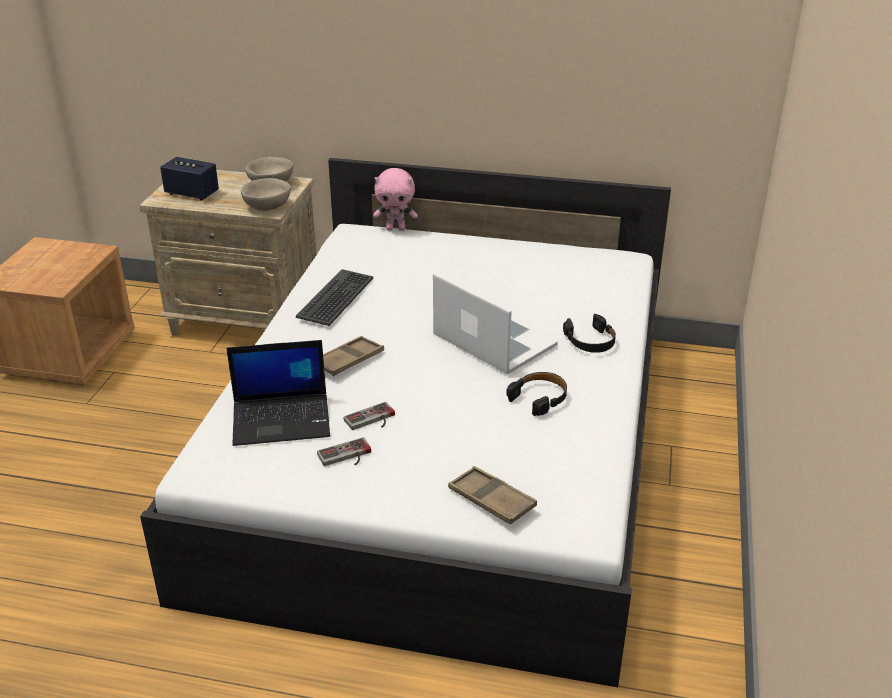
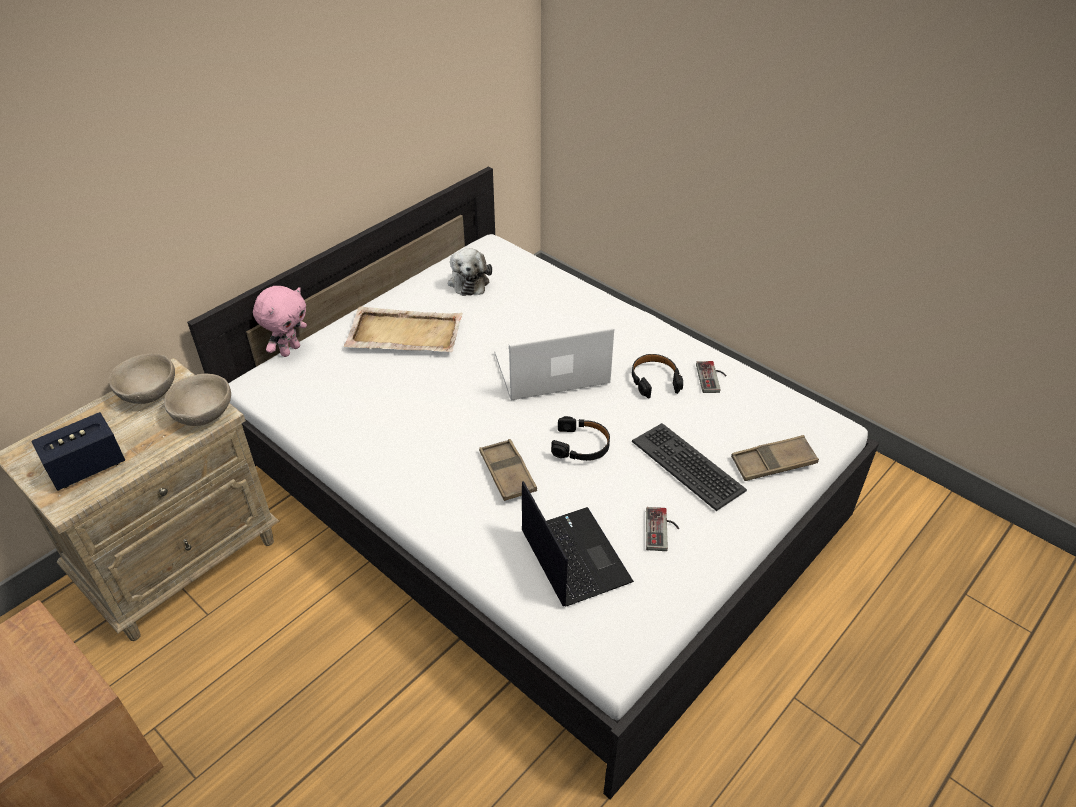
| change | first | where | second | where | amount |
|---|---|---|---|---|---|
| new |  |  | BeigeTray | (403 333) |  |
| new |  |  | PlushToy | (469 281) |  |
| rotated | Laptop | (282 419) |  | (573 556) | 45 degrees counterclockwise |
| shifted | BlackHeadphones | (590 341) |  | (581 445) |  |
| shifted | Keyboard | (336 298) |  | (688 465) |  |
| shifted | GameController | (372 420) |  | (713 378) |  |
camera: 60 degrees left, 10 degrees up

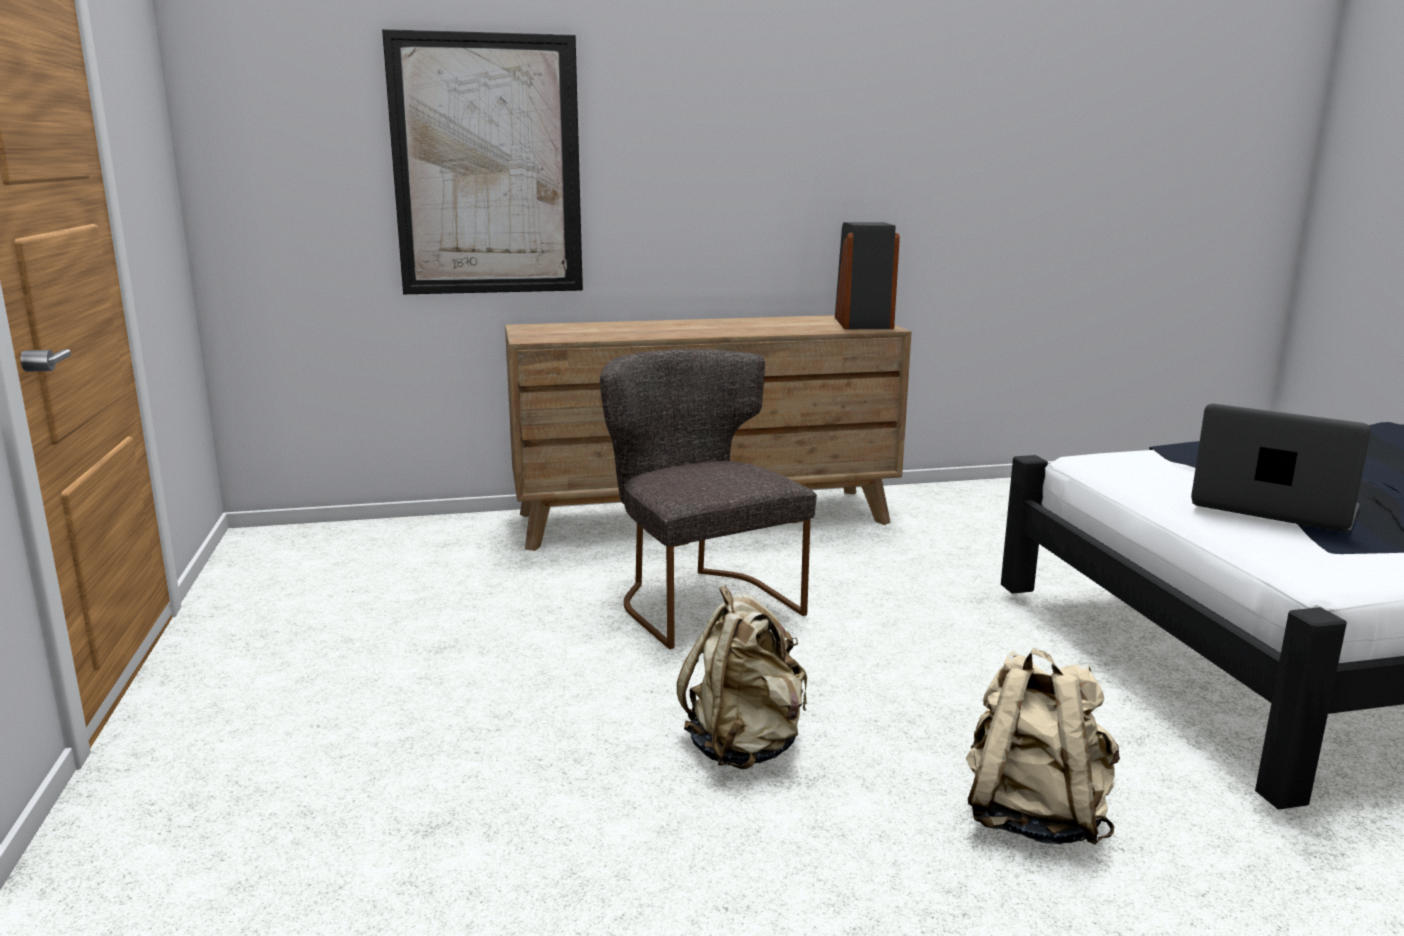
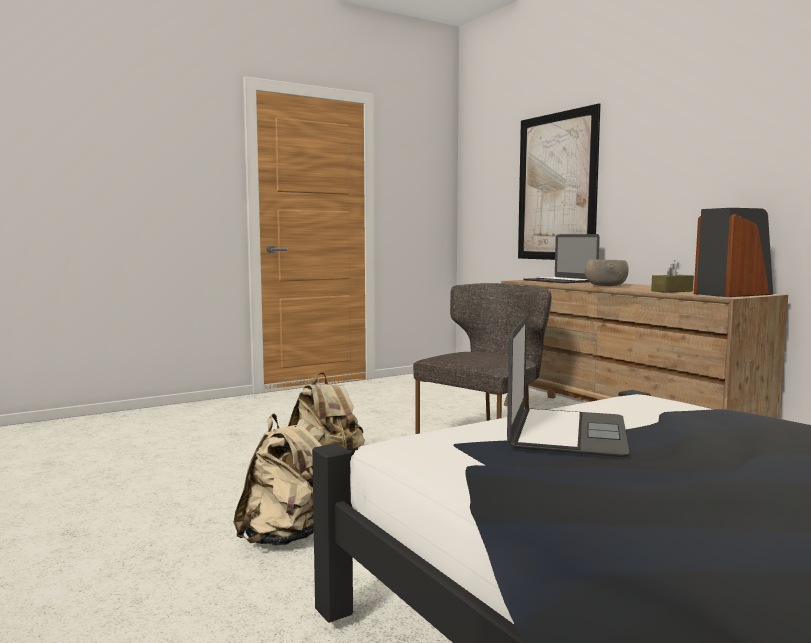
| change | first | where | second | where | amount |
|---|---|---|---|---|---|
| new |  |  | Laptop | (559 281) |  |
| new |  |  | GreyBowl | (605 286) |  |
| new |  |  | BrownTissueBox | (672 291) |  |
camera: 70 degrees right, 10 degrees down

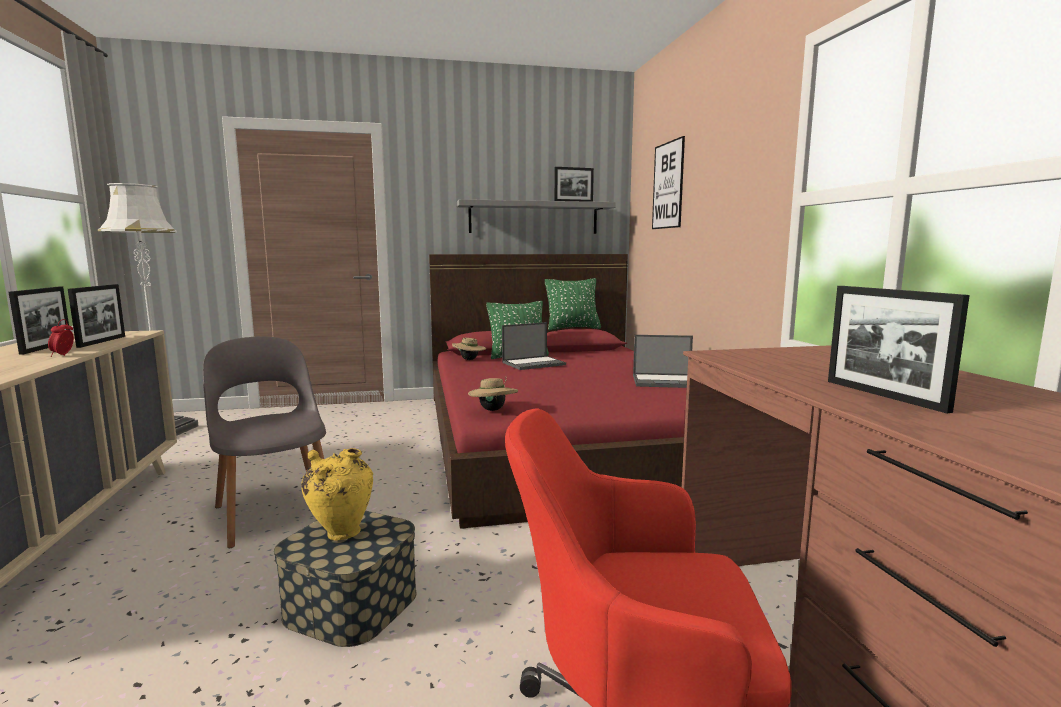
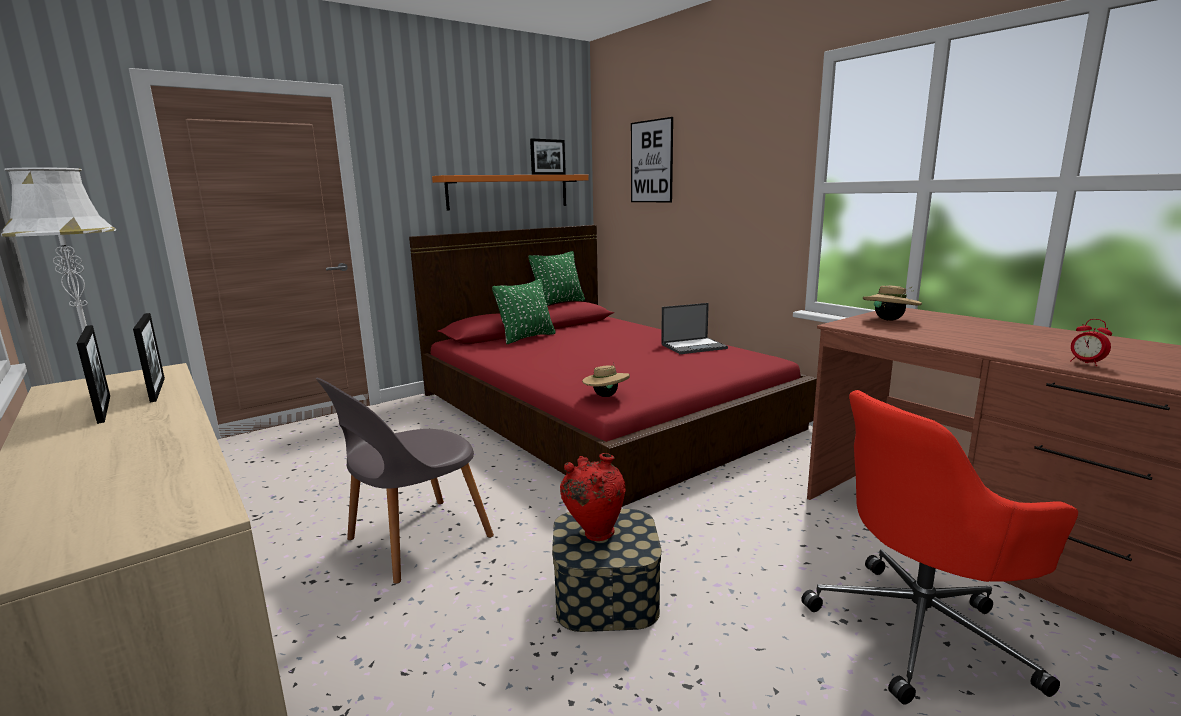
| change | first | where | second | where | amount |
|---|---|---|---|---|---|
| rotated | GreyChair | (275 511) |  | (414 540) | 75 degrees counterclockwise |
| repainted | GreyShelf | (533 218) | OrangeShelf | (509 191) |  |
| repainted | YellowVase | (341 532) | RedVase | (594 533) |  |
| shifted | BeigeHat | (469 360) |  | (889 320) |  |
| shifted | AlarmClock | (63 355) |  | (1086 363) |  |
| gone | Laptop | (534 363) |  |  |  |
| gone | PictureFrame | (883 395) |  |  |  |
camera: 25 degrees left, 5 degrees up

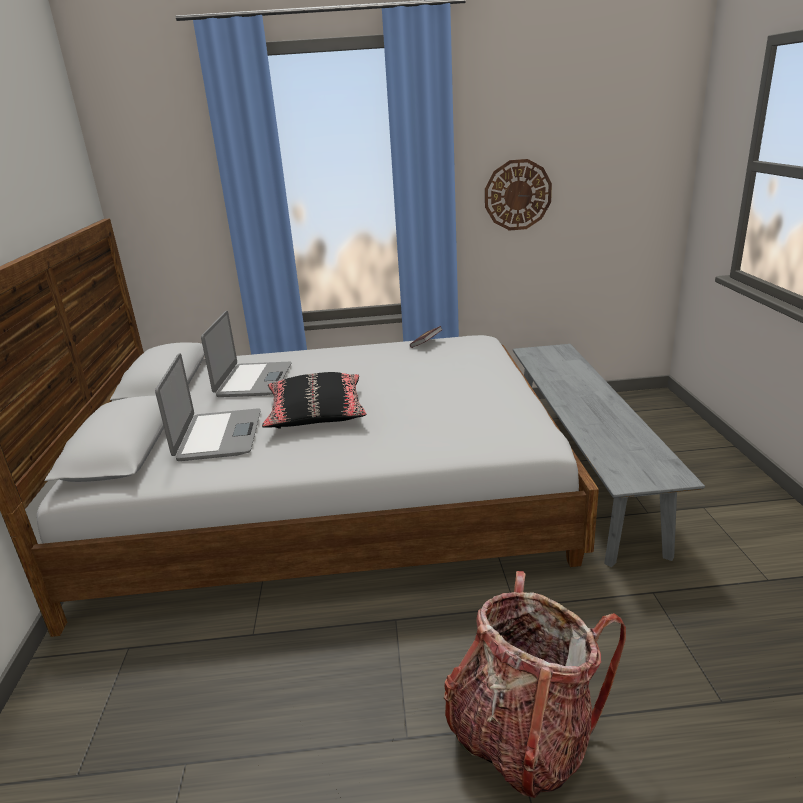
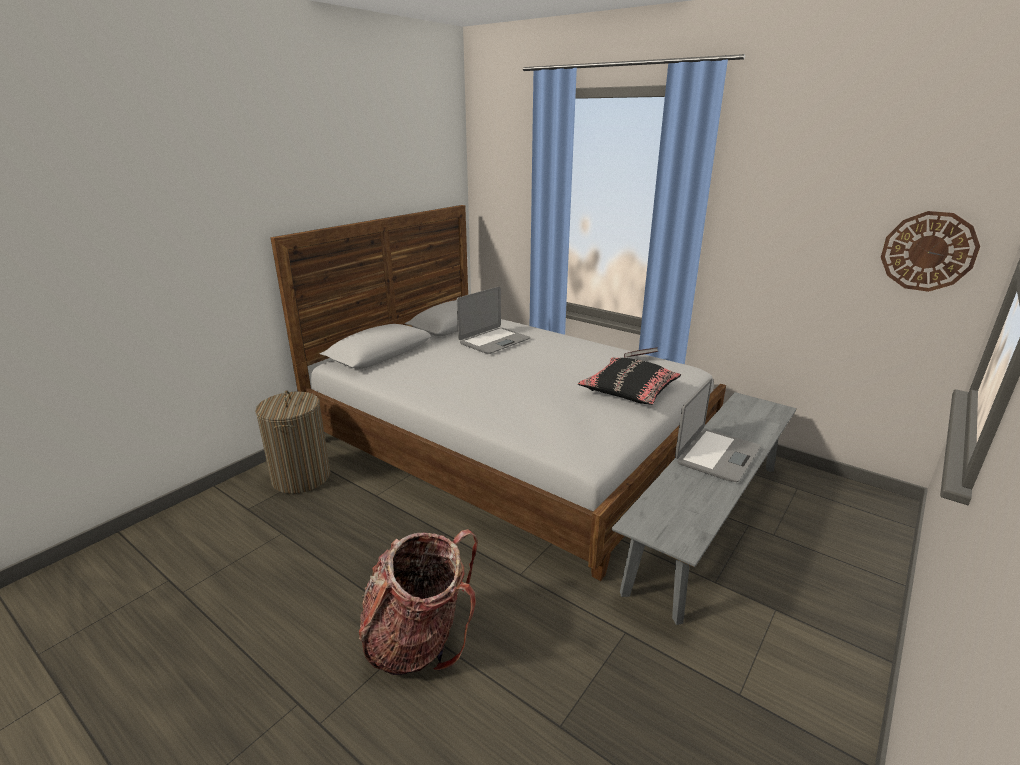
| change | first | where | second | where | amount |
|---|---|---|---|---|---|
| new |  |  | LaundryBasket | (301 477) |  |
| shifted | BlackPillow | (316 413) |  | (629 390) |  |
| shifted | Laptop | (218 436) |  | (716 455) |  |
| shifted | WallClock | (517 195) |  | (928 251) |  |
camera: 40 degrees right, 0 degrees up

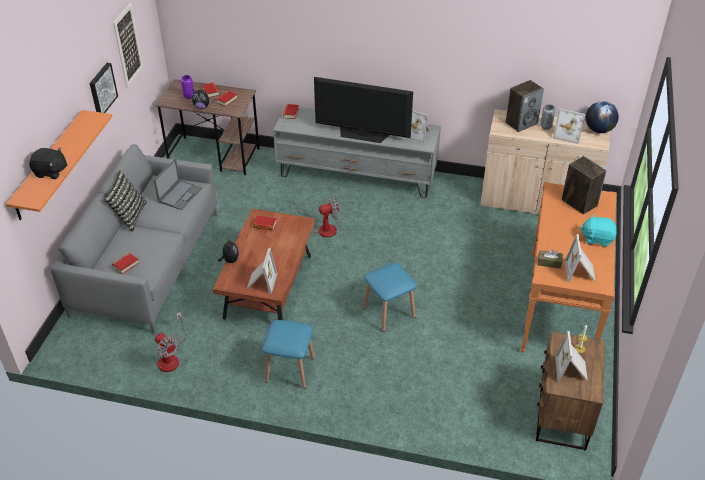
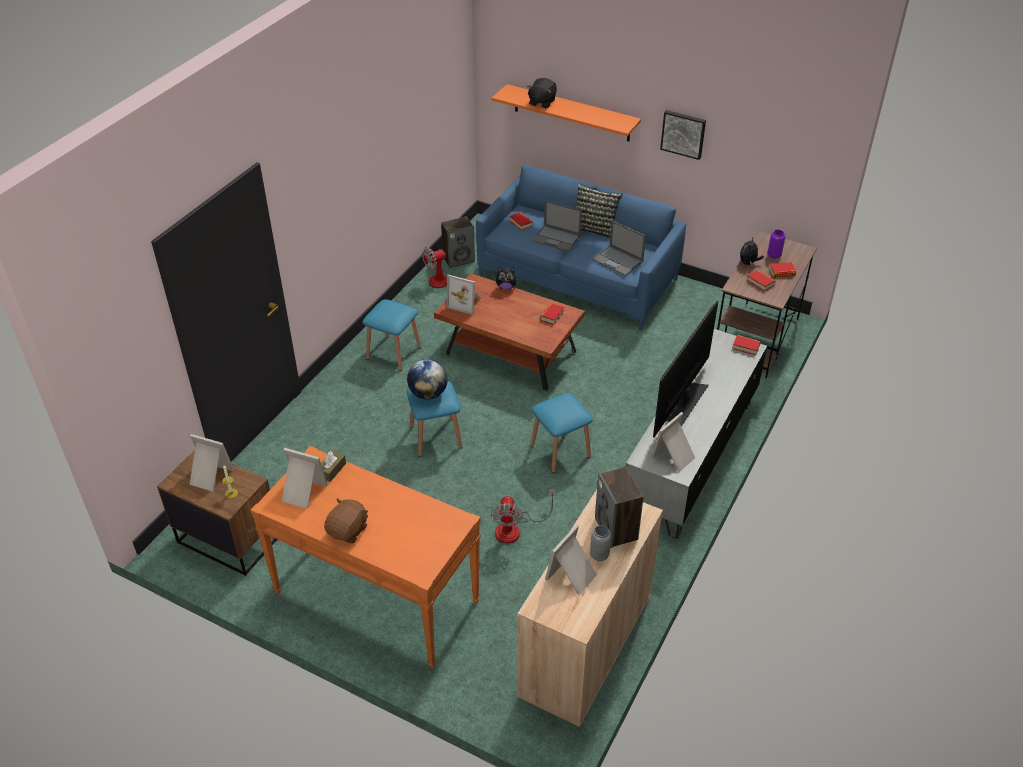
| change | first | where | second | where | amount |
|---|---|---|---|---|---|
| repainted | TurquoisePlushToy | (597 238) | BrownPlushToy | (348 530) |  |
| shifted | Globe | (598 130) |  | (428 394) |  |
| shifted | Speaker | (578 203) |  | (458 259) |  |
| repainted | GreySofa | (148 263) | BlueSofa | (577 278) |  |
| shifted | Fan | (322 228) |  | (515 529) |  |
| new |  |  | BlueStool | (560 451) |  |
| new |  |  | Laptop | (557 238) |  |
| gone | Picture | (128 45) |  |  |  |
camera: 105 degrees right, 0 degrees up

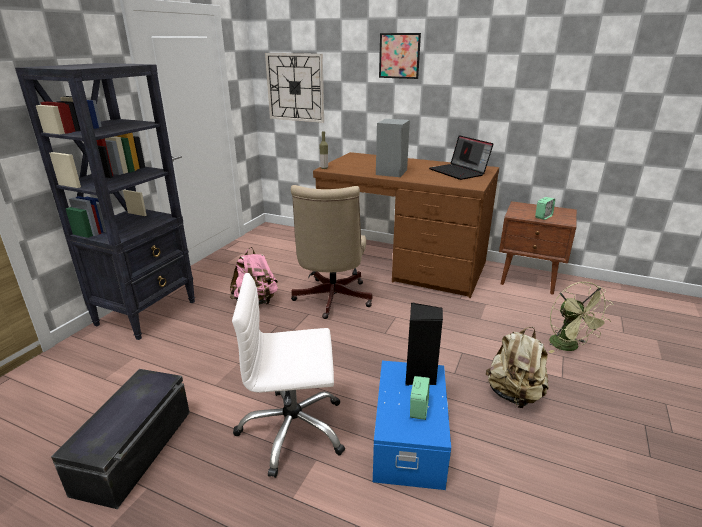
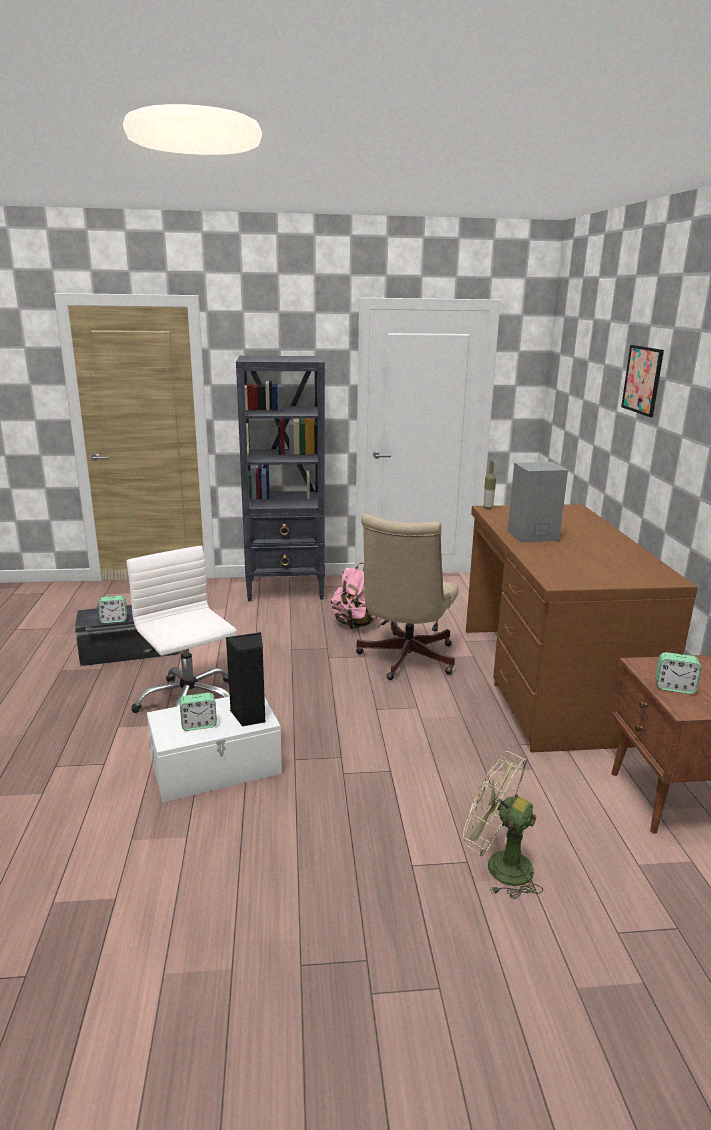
| change | first | where | second | where | amount |
|---|---|---|---|---|---|
| new |  |  | AlarmClock | (113 620) |  |
| repainted | BlueStorageBox | (410 438) | WhiteStorageBox | (217 767) |  |
| rotated | BeigeOfficeChair | (331 300) |  | (404 660) | 45 degrees counterclockwise |
| rotated | GreenFan | (569 347) |  | (498 866) | 75 degrees clockwise |
| gone | WallClock | (295 87) |  |  |  |
| gone | Laptop | (459 172) |  |  |  |
| gone | BeigeBackpack | (514 395) |  |  |  |
camera: 60 degrees right, 5 degrees down

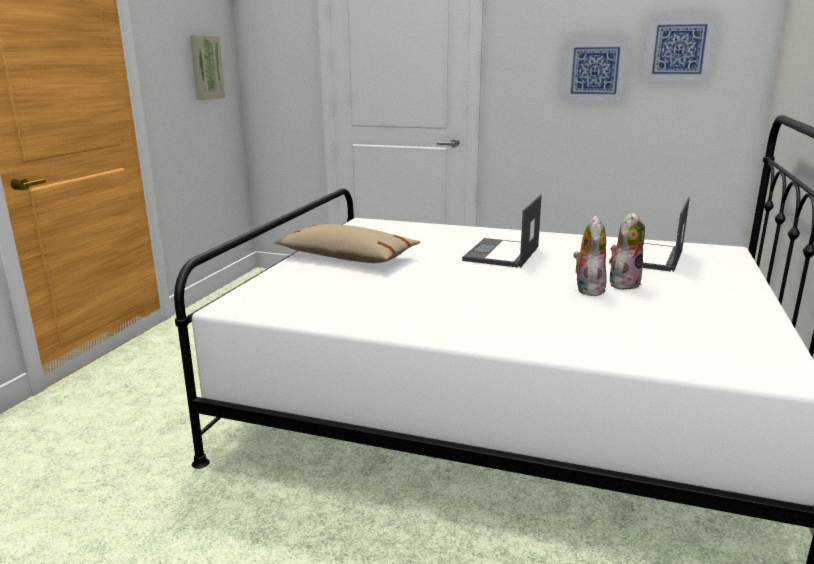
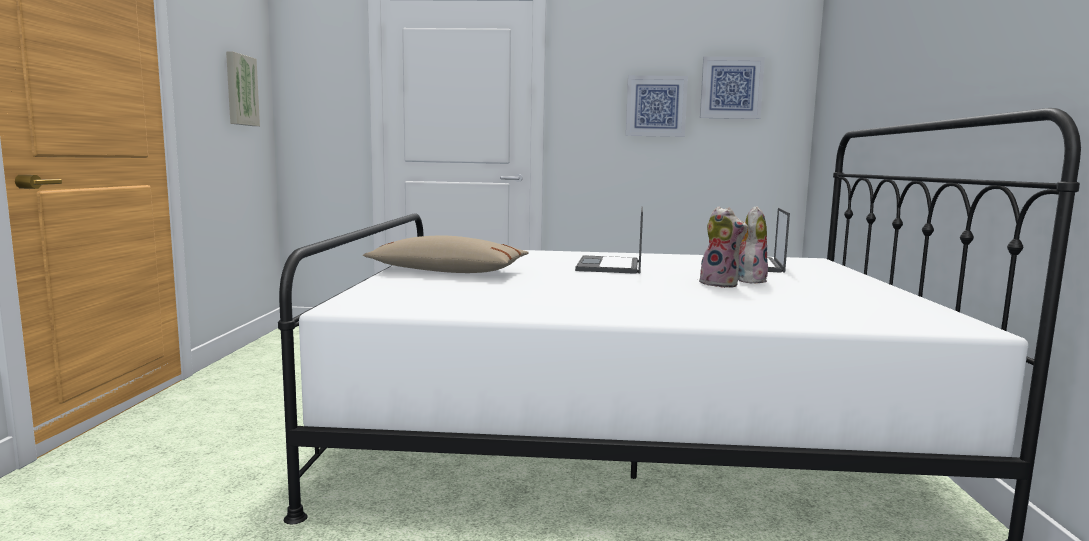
| change | first | where | second | where | amount |
|---|---|---|---|---|---|
| rotated | PlushToy | (587 289) |  | (721 284) | 135 degrees clockwise |
camera: 15 degrees left, 10 degrees down

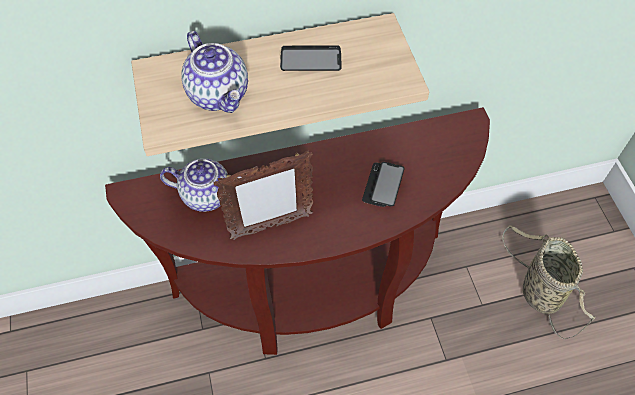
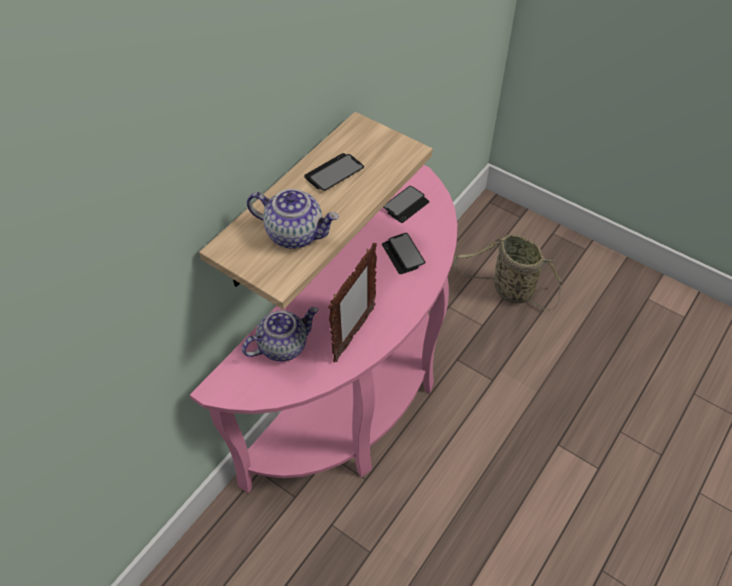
| change | first | where | second | where | amount |
|---|---|---|---|---|---|
| repainted | BrownConsoleTable | (315 293) | PinkConsoleTable | (359 403) |  |
| new |  |  | Phone | (406 205) |  |
camera: 40 degrees left, 5 degrees down

